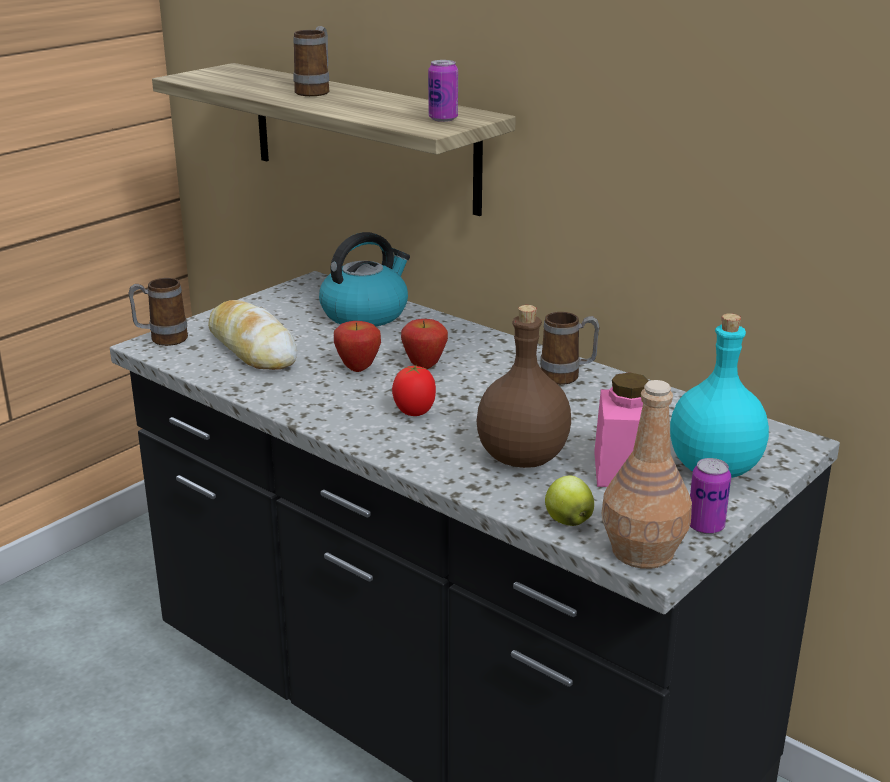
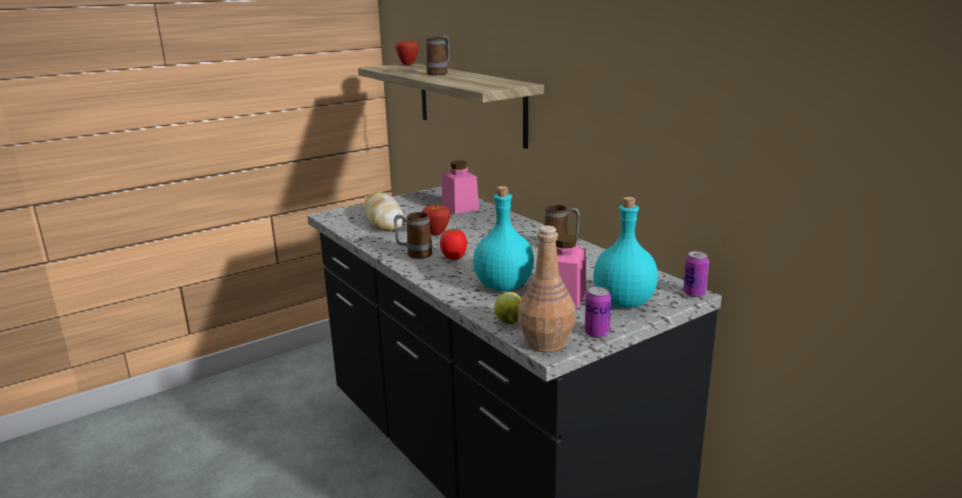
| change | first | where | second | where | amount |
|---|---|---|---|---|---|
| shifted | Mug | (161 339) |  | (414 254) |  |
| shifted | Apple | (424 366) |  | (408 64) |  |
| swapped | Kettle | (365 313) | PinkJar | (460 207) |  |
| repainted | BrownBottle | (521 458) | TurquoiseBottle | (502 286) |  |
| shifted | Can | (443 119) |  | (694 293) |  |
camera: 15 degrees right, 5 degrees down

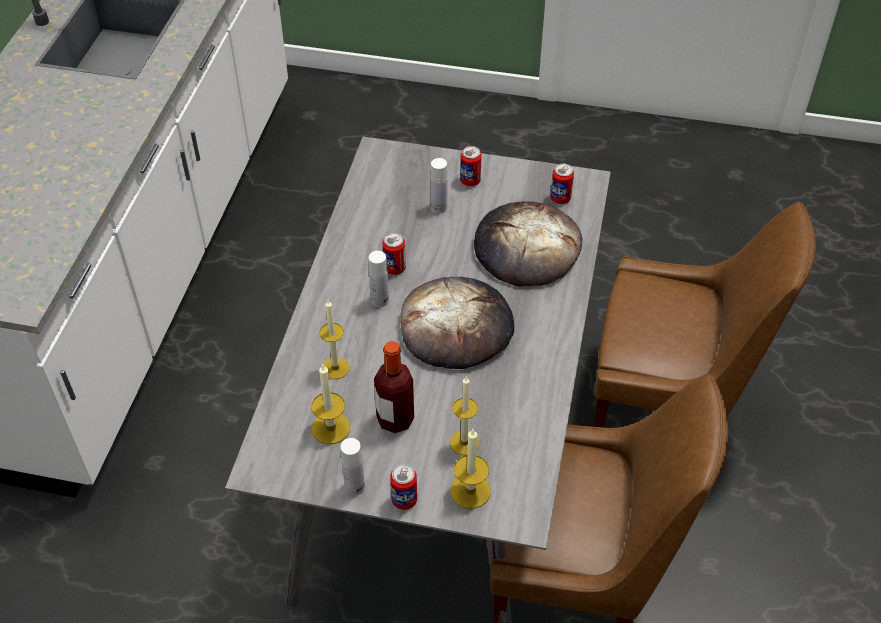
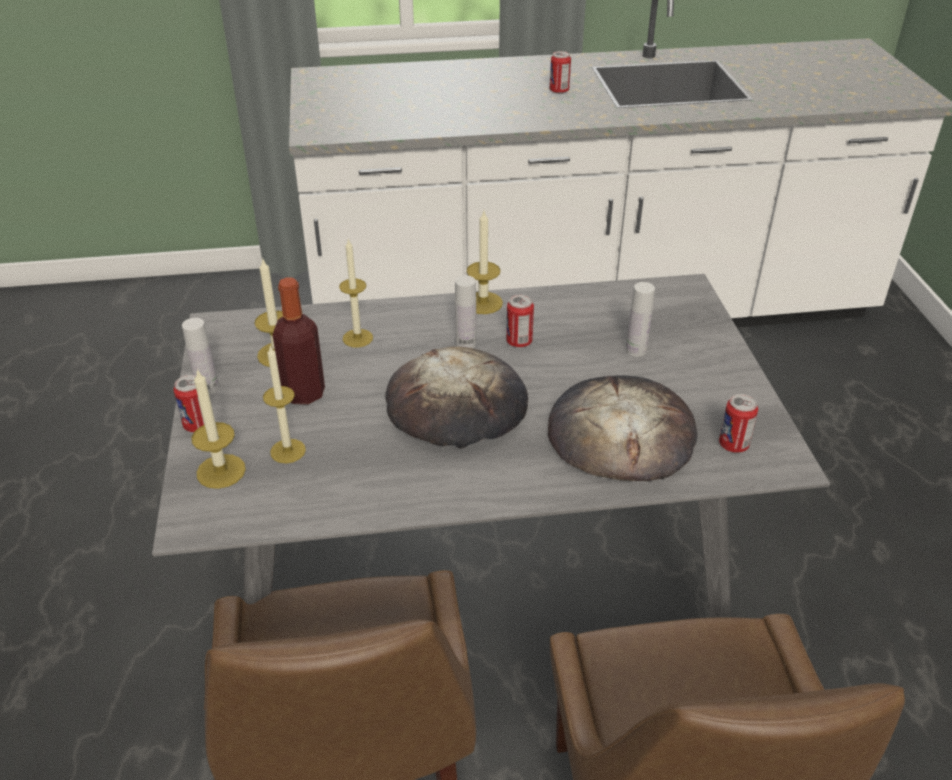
| change | first | where | second | where | amount |
|---|---|---|---|---|---|
| new |  |  | Candle | (483 303) |  |
| shifted | Can | (470 181) |  | (559 91) |  |
camera: 70 degrees right, 10 degrees down

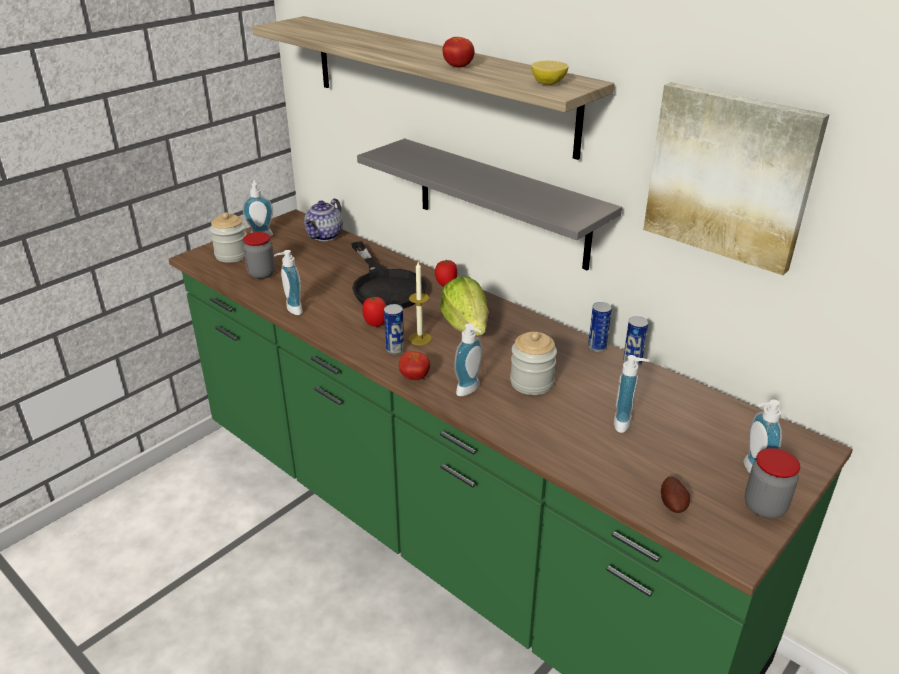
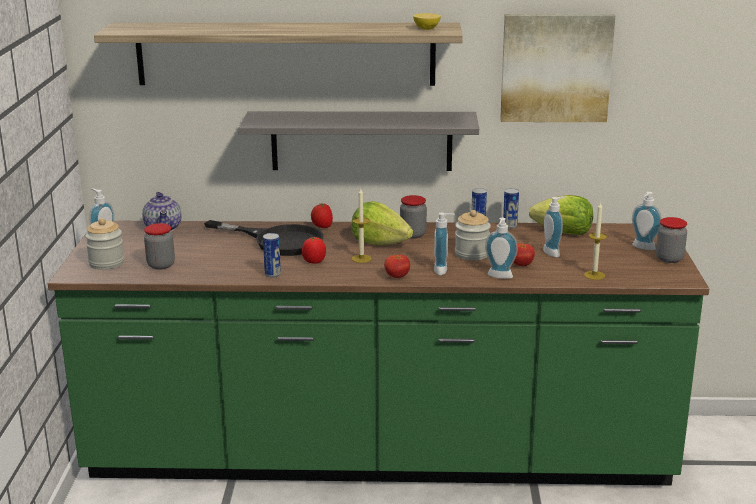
| change | first | where | second | where | amount |
|---|---|---|---|---|---|
| shifted | Can | (395 349) |  | (272 274) |  |
| new |  |  | Jar | (413 234) |  |
| shifted | SoapDispenser | (291 310) |  | (499 277) |  |
| shifted | Tomato | (458 66) |  | (521 265) |  |
| new |  |  | Lettuce | (563 232) |  |
| new |  |  | Candle | (594 275) |  |
| gone | Potato | (673 504) |  |  |  |
camera: 40 degrees left, 10 degrees down

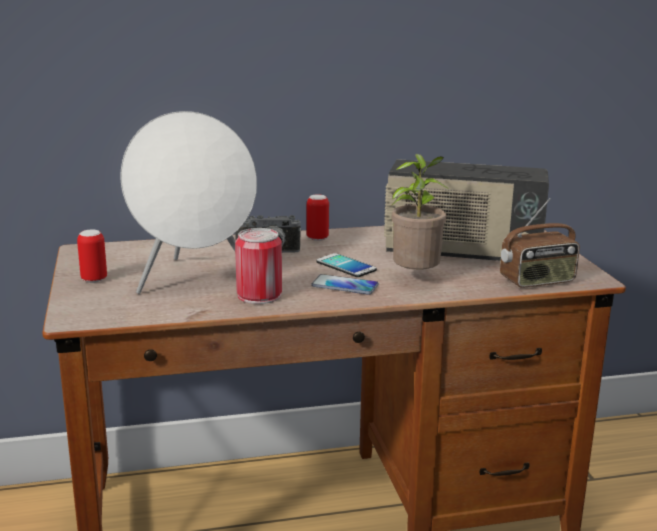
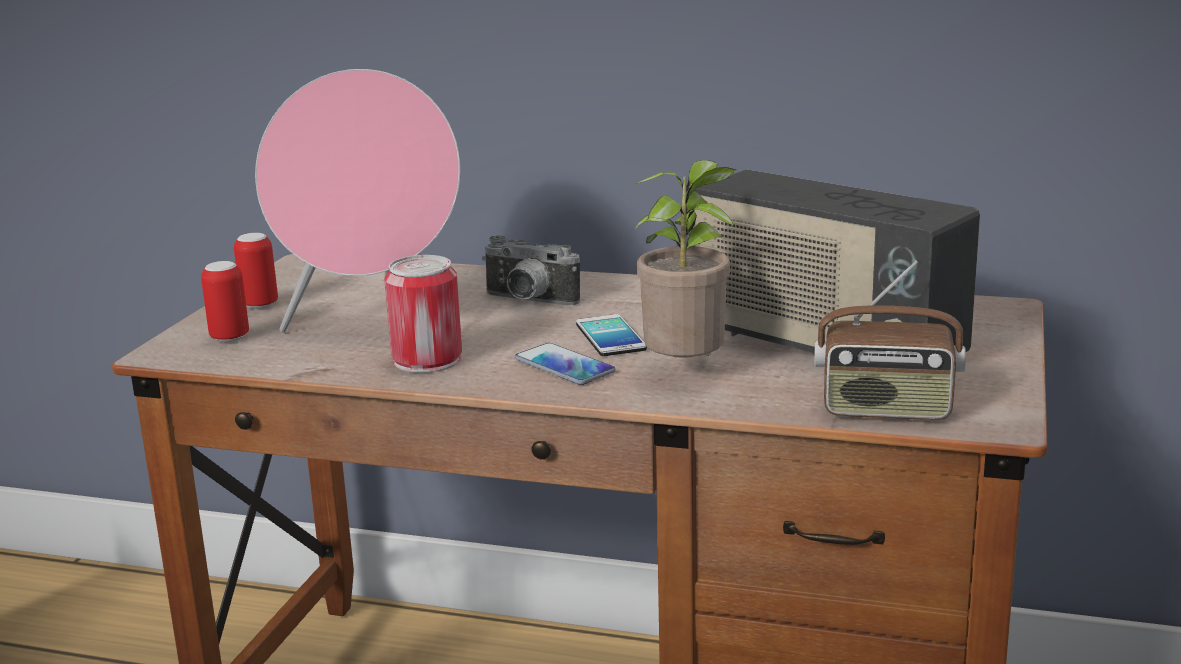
| change | first | where | second | where | amount |
|---|---|---|---|---|---|
| shifted | Can | (317 238) |  | (229 337) |  |
| repainted | WhiteSpeaker | (194 280) | PinkSpeaker | (375 325) |  |
camera: 30 degrees right, 0 degrees up

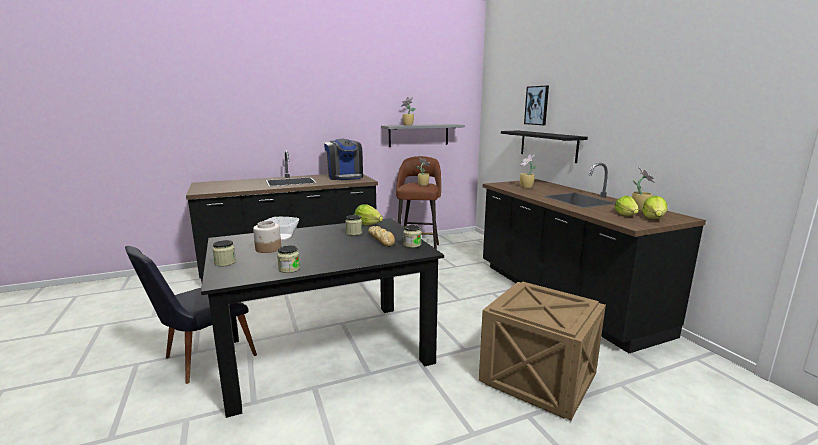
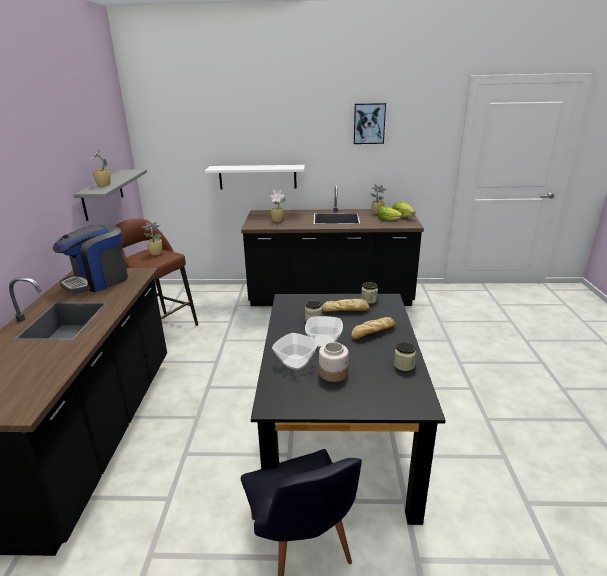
| change | first | where | second | where | amount |
|---|---|---|---|---|---|
| rotated | CoffeeMachine | (345 177) |  | (98 281) | 135 degrees clockwise |
| repainted | BlackShelf | (548 145) | WhiteShelf | (257 177) |  |
| new |  |  | Bowl | (323 341) |  |
| new |  |  | Bread | (372 332) |  |
| shifted | Picture | (537 105) |  | (369 123) |  |
| gone | Jar | (225 263) |  |  |  |
| gone | Lettuce | (368 225) |  |  |  |
| gone | Crate | (539 380) |  |  |  |
camera: 65 degrees left, 10 degrees up

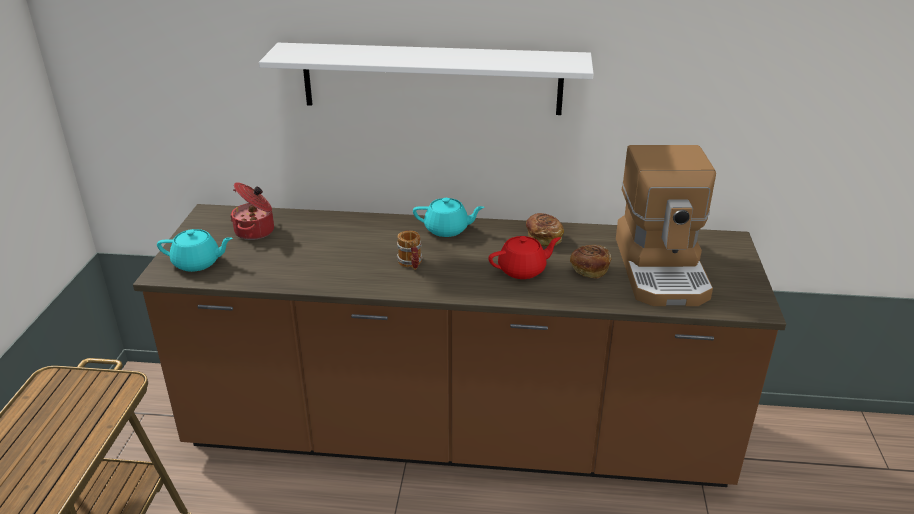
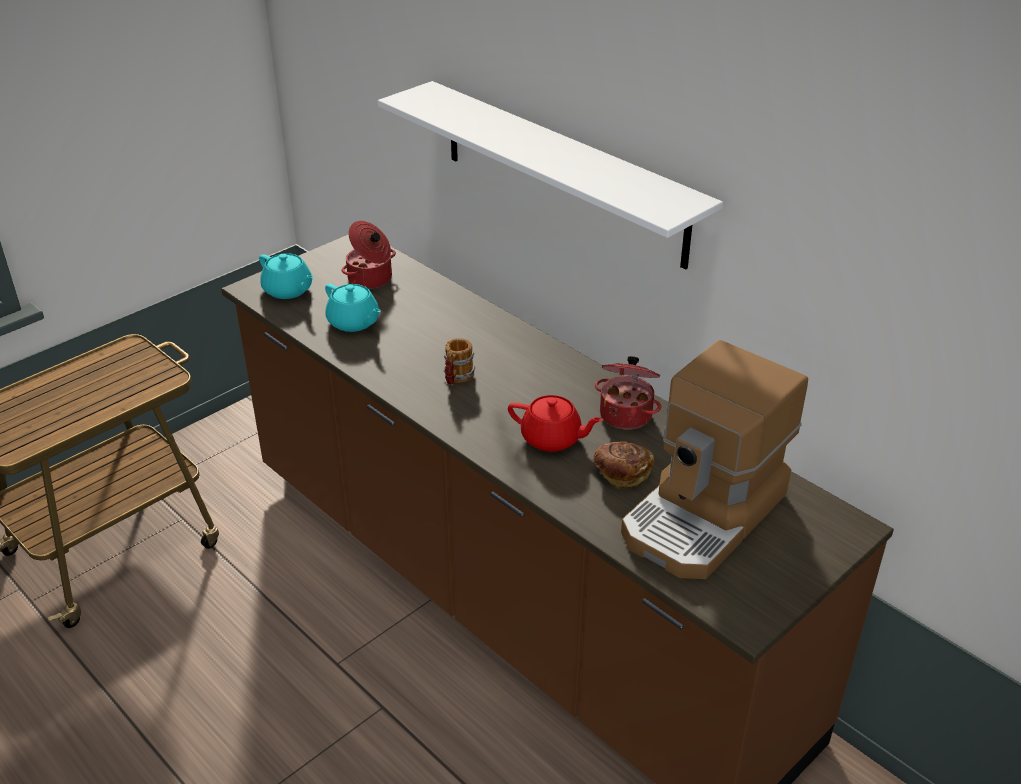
| change | first | where | second | where | amount |
|---|---|---|---|---|---|
| shifted | TurquoiseTeapot | (447 229) |  | (354 322) |  |
| swapped | Bread | (543 238) | CookingPot | (626 414) |  |
camera: 40 degrees right, 5 degrees up

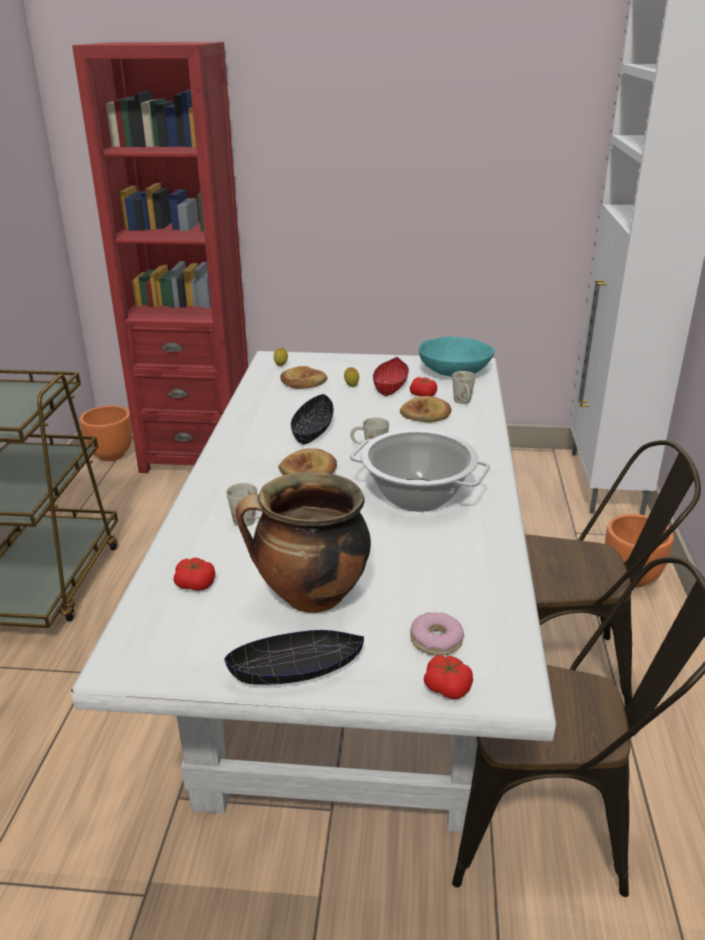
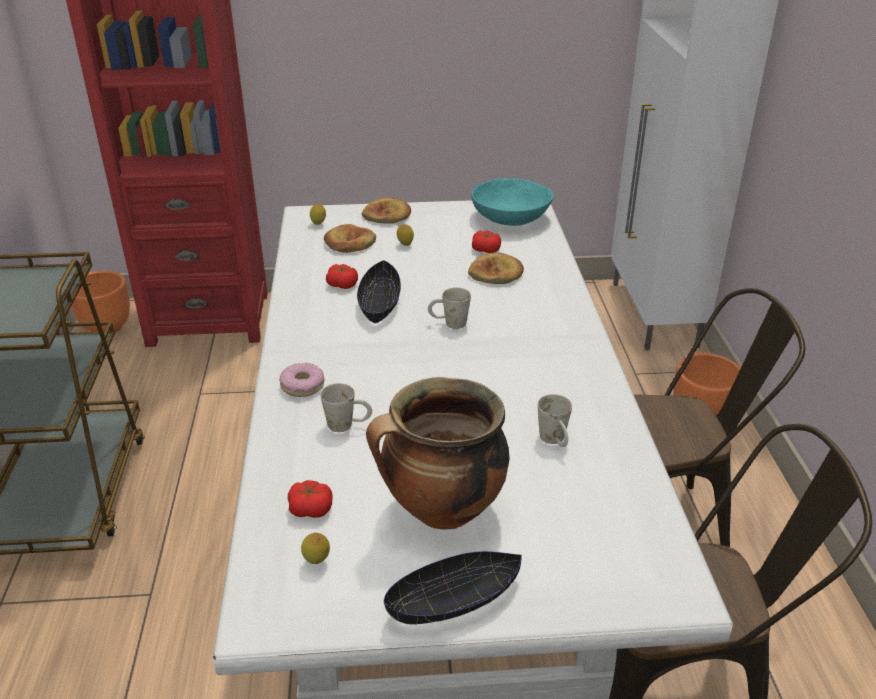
| change | first | where | second | where | amount |
|---|---|---|---|---|---|
| shifted | Donut | (436 640) |  | (302 386) |  |
| new |  |  | Lemon | (317 562) |  |
| shifted | Tomato | (447 687) |  | (342 284) |  |
| shifted | Bread | (309 469) |  | (387 215) |  |
| shifted | WhiteMug | (463 403) |  | (555 441) |  |
| gone | CookingPot | (418 495) |  |  |  |
| gone | RedBowl | (390 385) |  |  |  |
camera: 10 degrees left, 5 degrees up

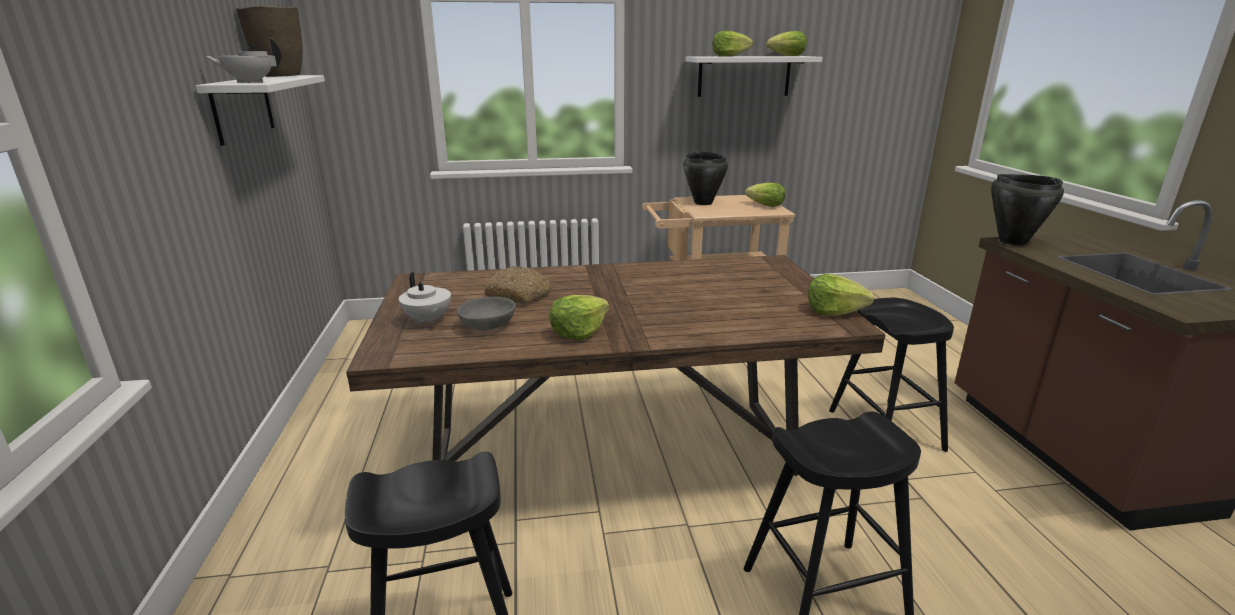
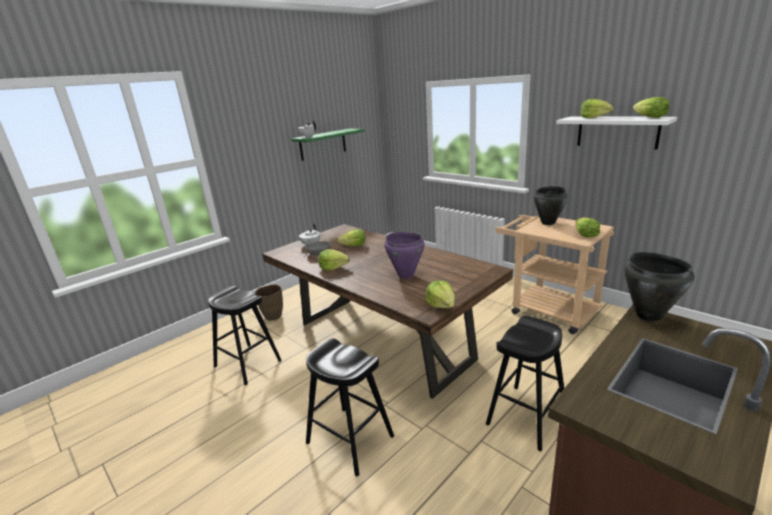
| change | first | where | second | where | amount |
|---|---|---|---|---|---|
| shifted | BrownVase | (281 76) |  | (273 316) |  |
| repainted | WhiteShelf | (243 108) | GreenShelf | (323 144) |  |
| swapped | Bread | (519 295) | Lettuce | (354 246) |  |
| new |  |  | PurpleCookingPot | (406 275) |  |
camera: 55 degrees right, 0 degrees up

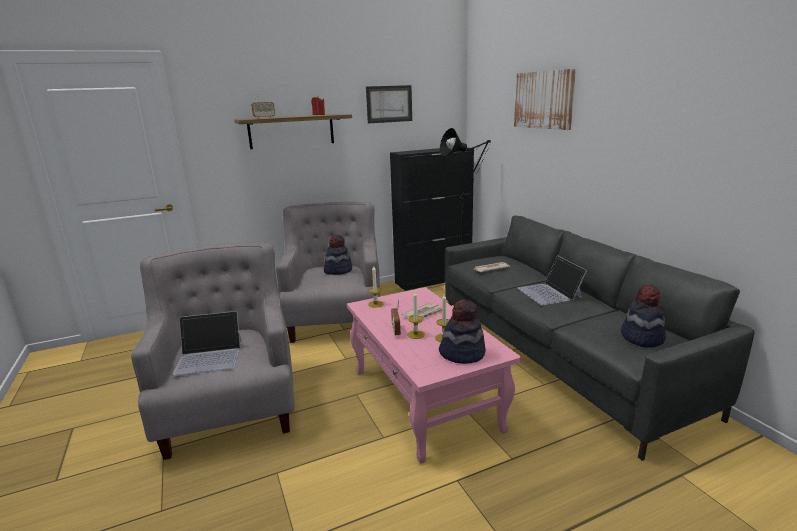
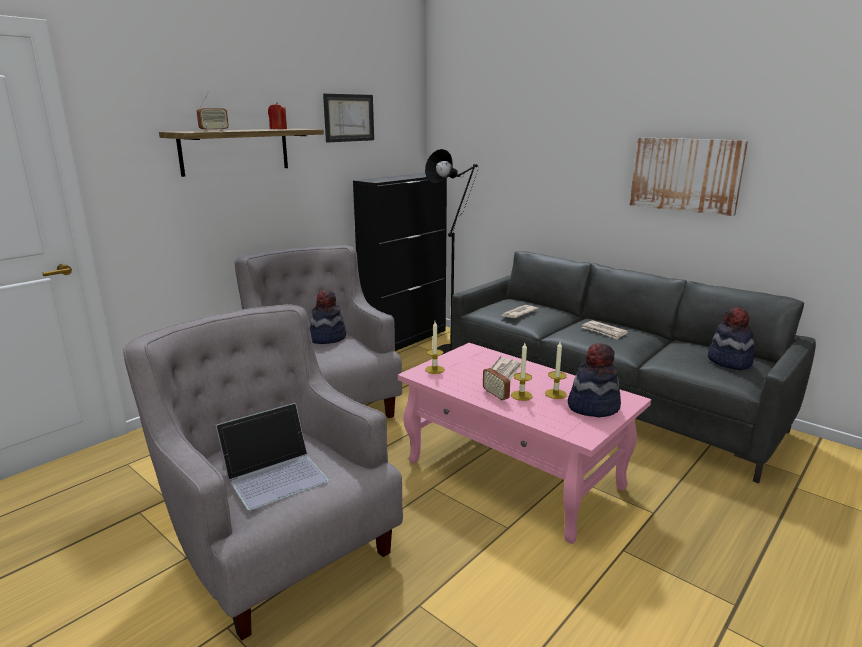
| change | first | where | second | where | amount |
|---|---|---|---|---|---|
| swapped | Laptop | (550 293) | Newspaper | (604 331) |  |
| shifted | Picture | (544 100) |  | (685 175) |  |
camera: 25 degrees left, 0 degrees up

